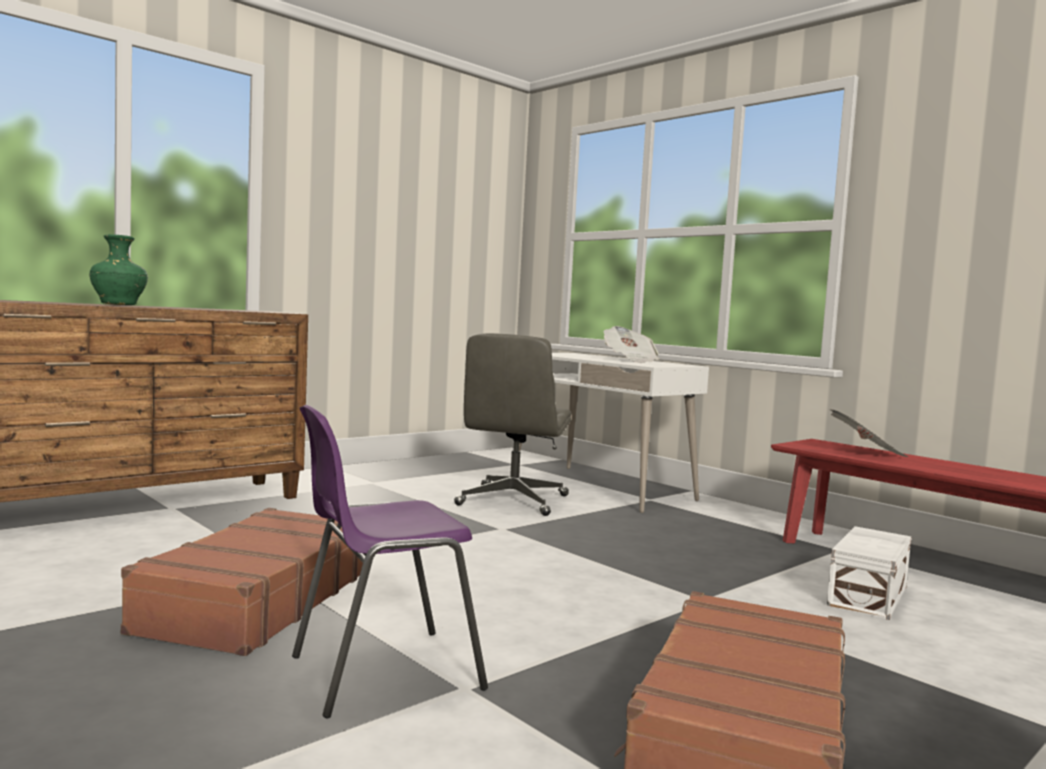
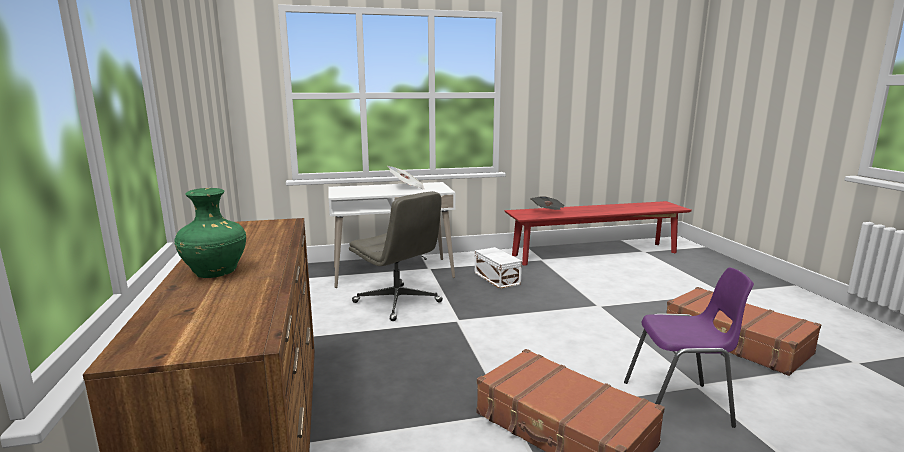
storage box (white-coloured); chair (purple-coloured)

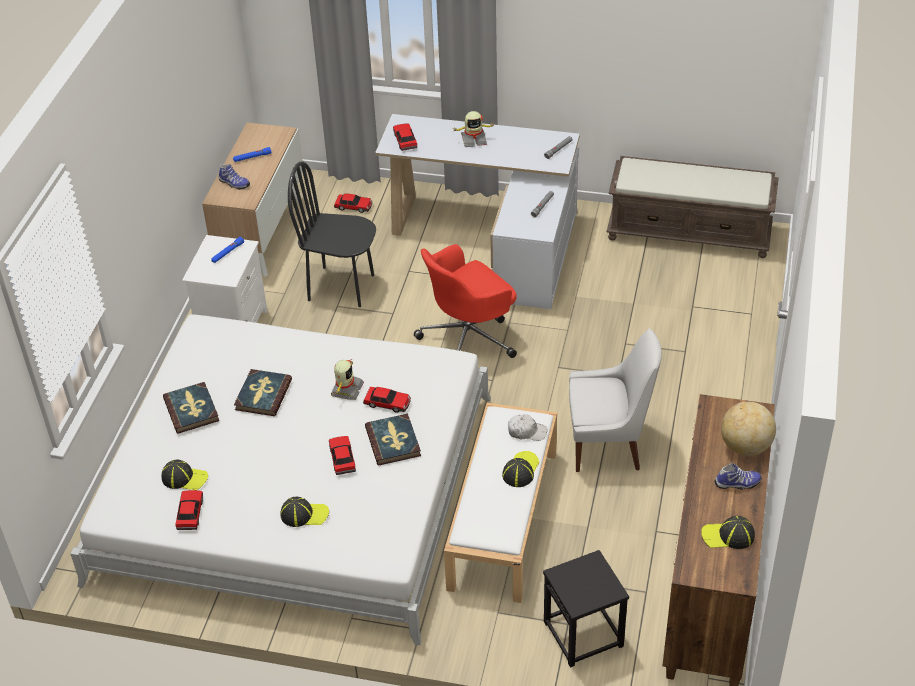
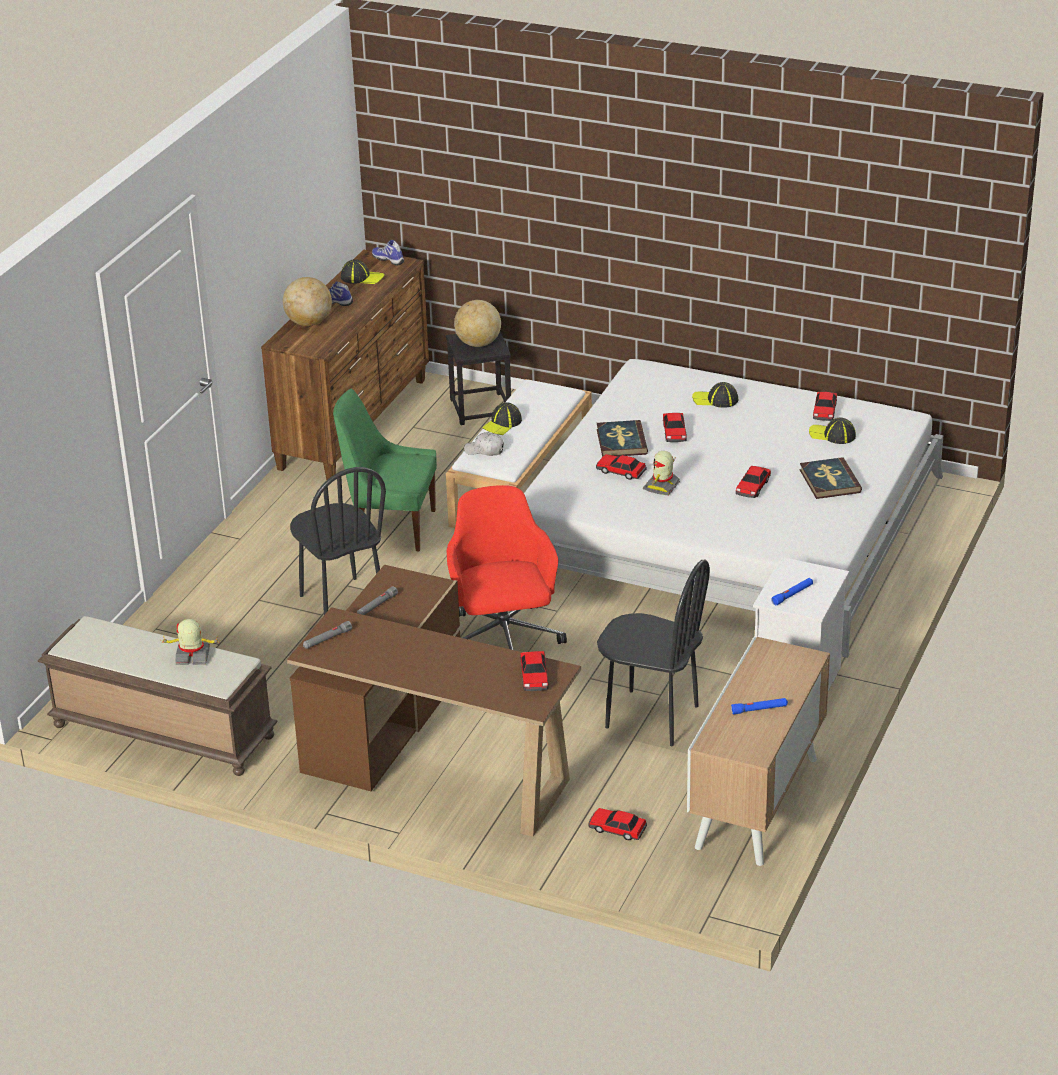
chair (black-coloured) (no. 1 from left); globe (no. 2 from left); item of footwear (no. 2 from left); model robot (no. 1 from left); model car (no. 5 from left); desk unit (brown-coloured); chair (green-coloured); office chair (red-coloured)

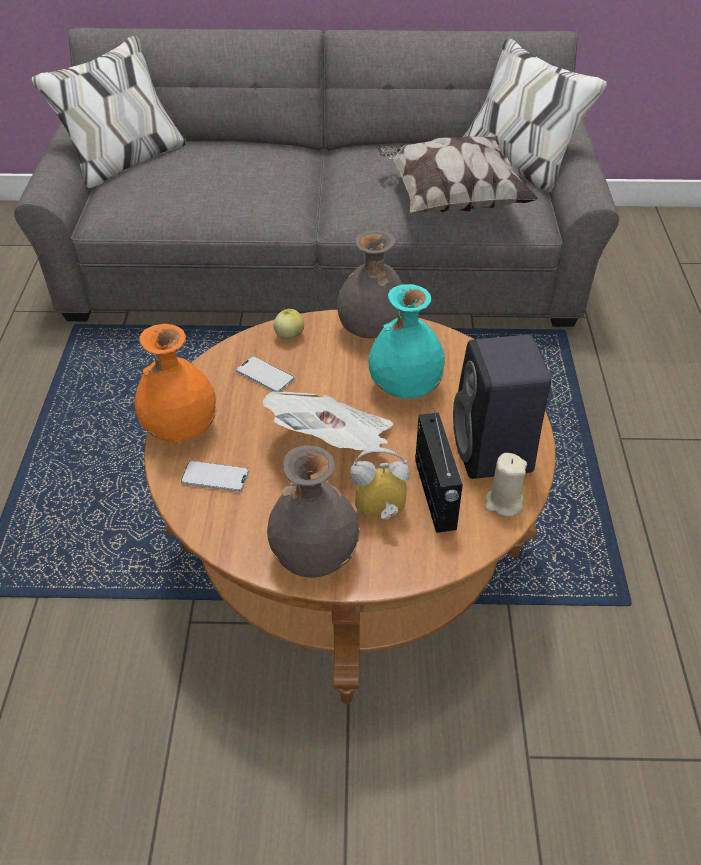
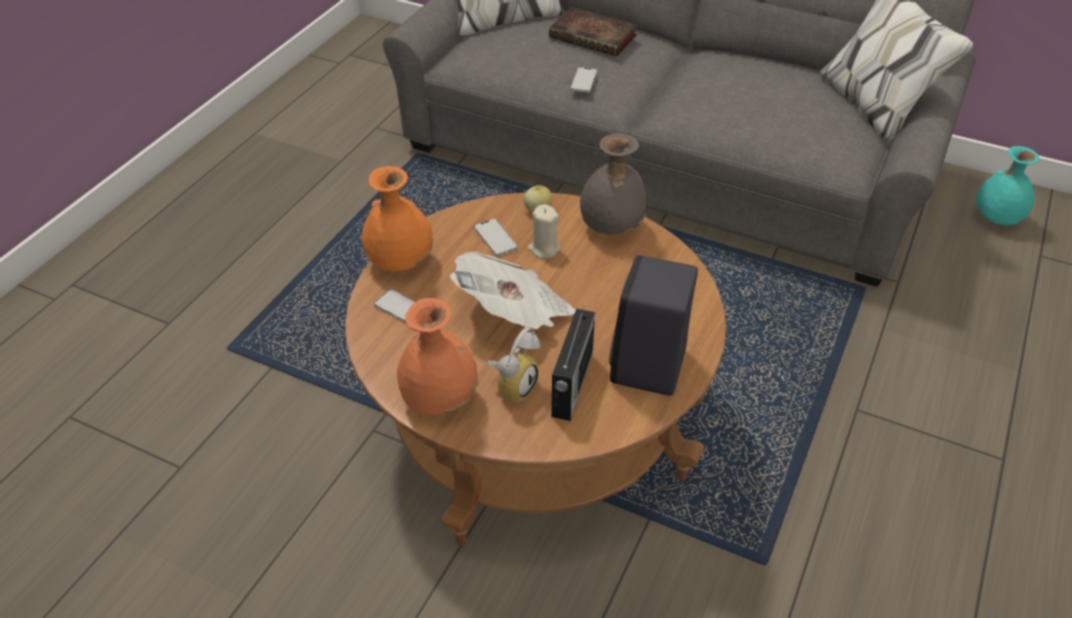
cushion; bound book; handset (no. 3 from left); flower vase (turquoise); wax light (beige); flower vase (orangey) (no. 2 from left); bedside clock

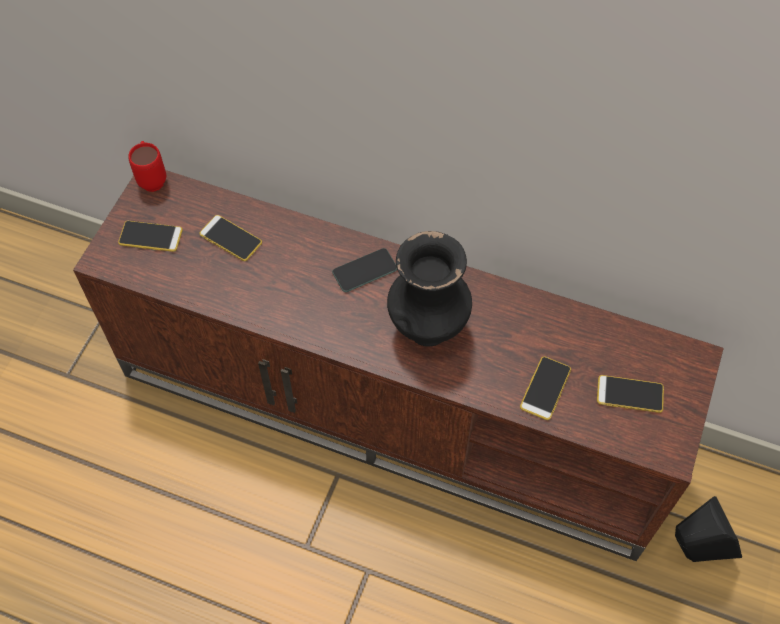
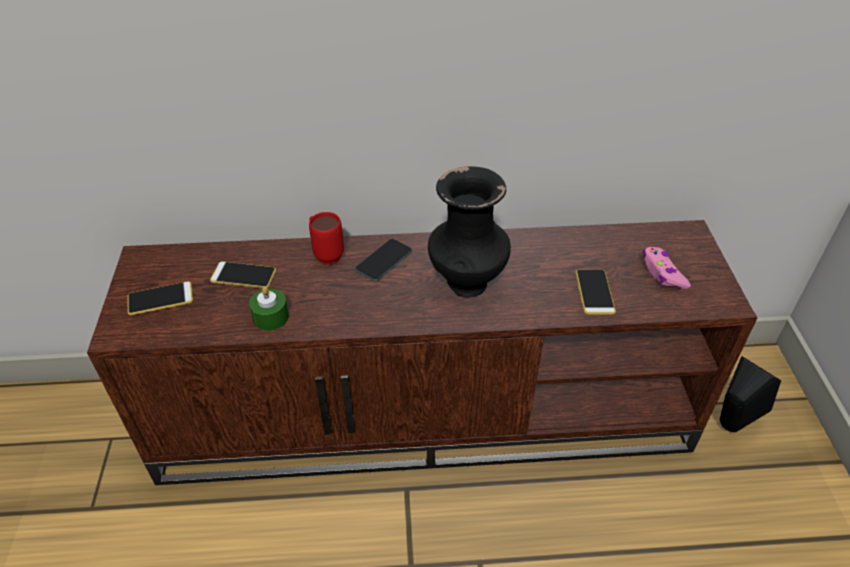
wax light (green-coloured); coffee mug (red-coloured); gamepad (pink)

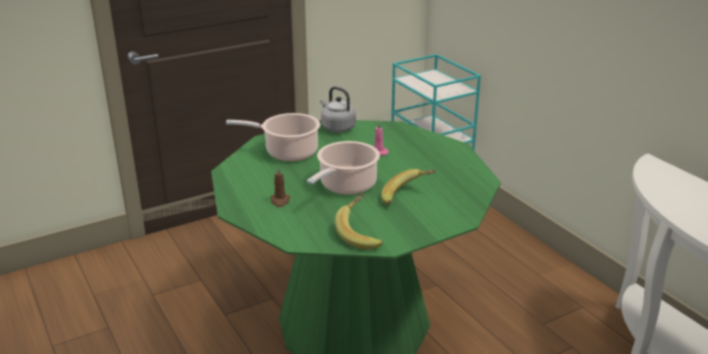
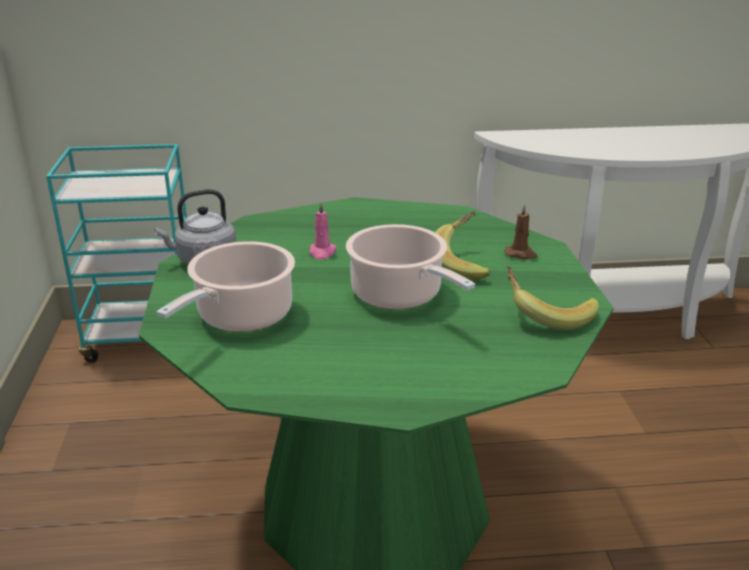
wax light (brown-coloured)

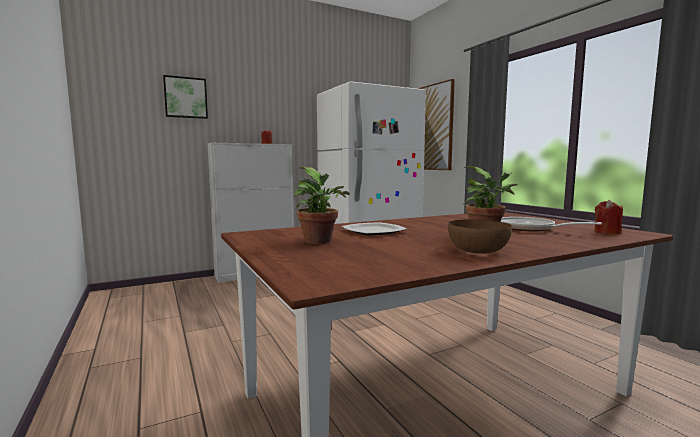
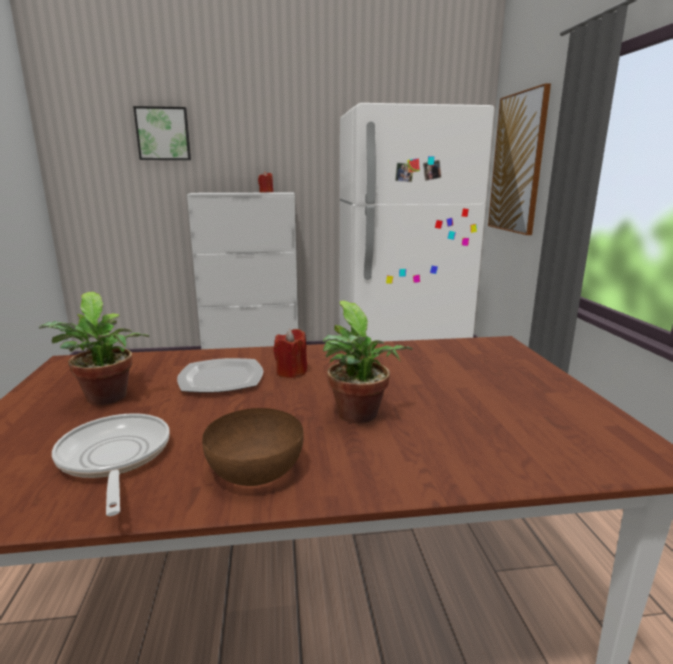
frying pan; wax light (red-coloured) (no. 2 from left)

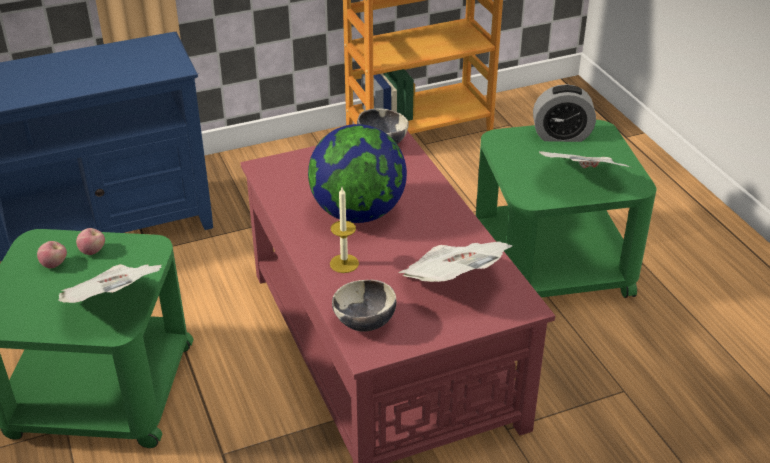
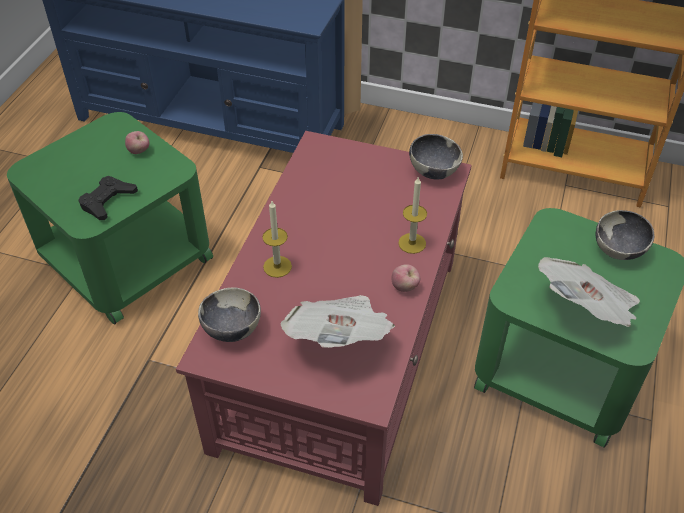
globe; wax light (no. 2 from left); whole apple (no. 2 from left); gamepad (black-coloured); serving bowl (no. 3 from left)

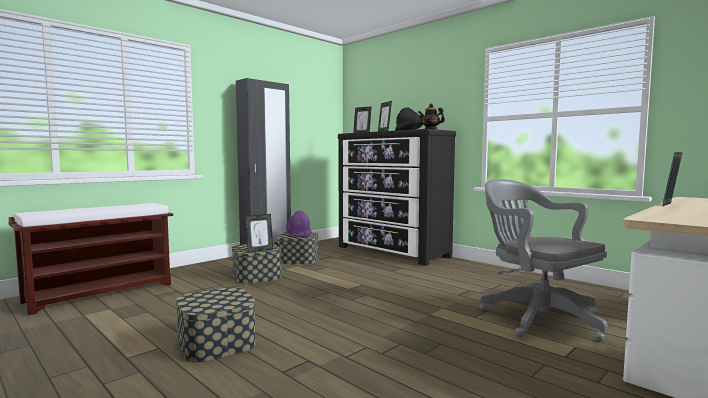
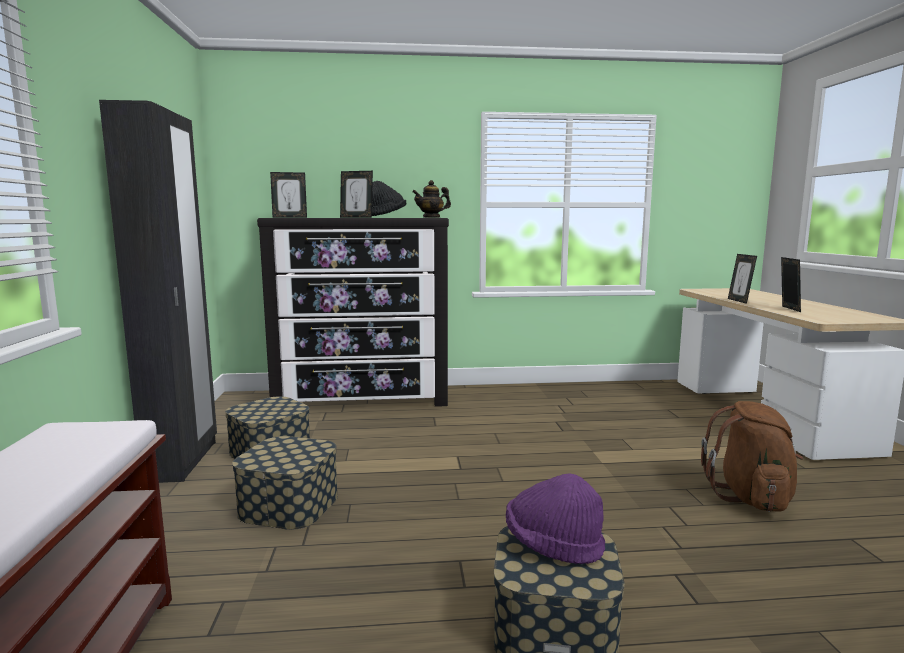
office chair (greyish); knapsack (brown-coloured); standing frame (no. 4 from left); clothing hat (purple-coloured)

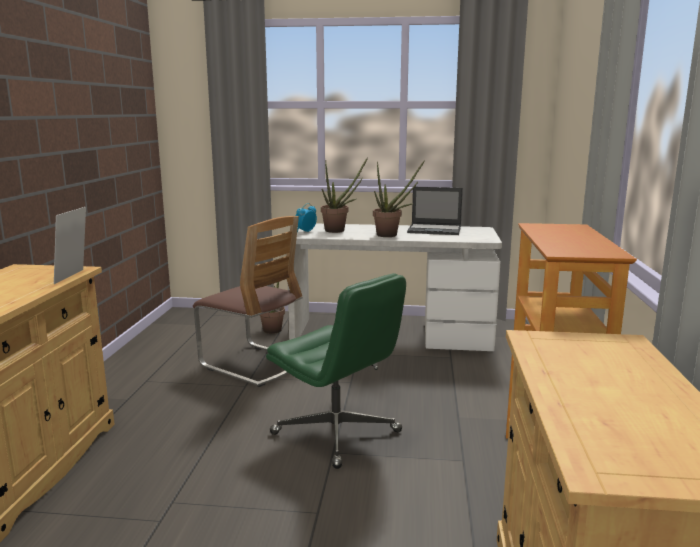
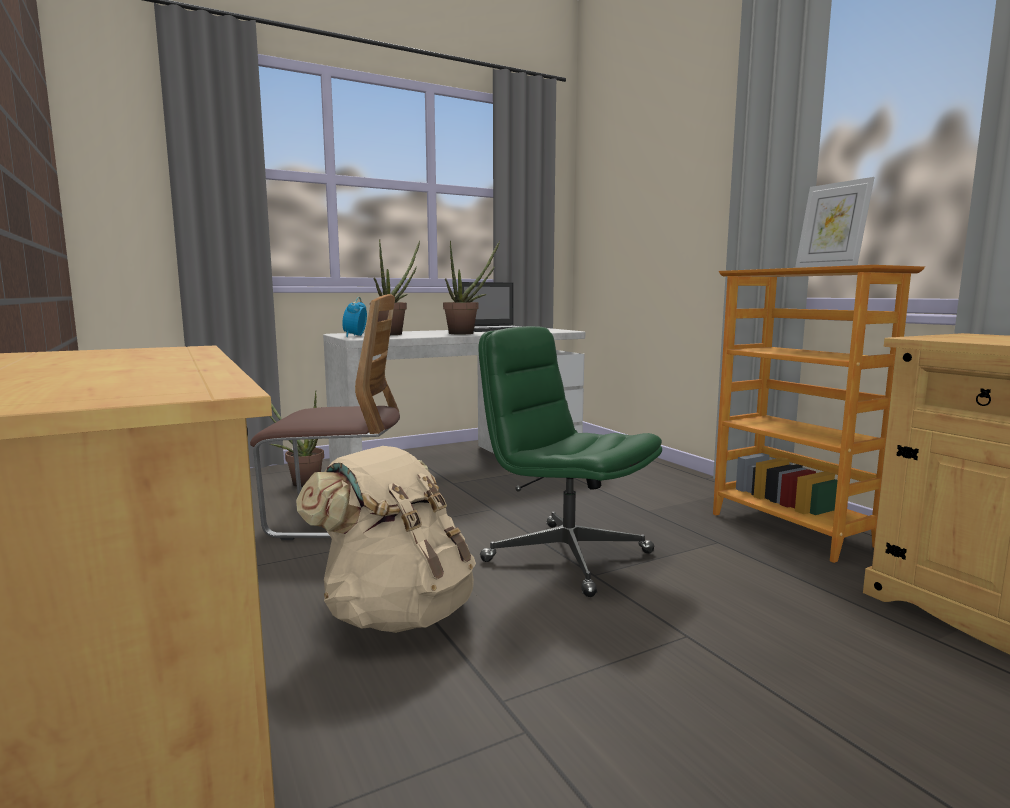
knapsack (beige); standing frame; office chair (green-coloured)

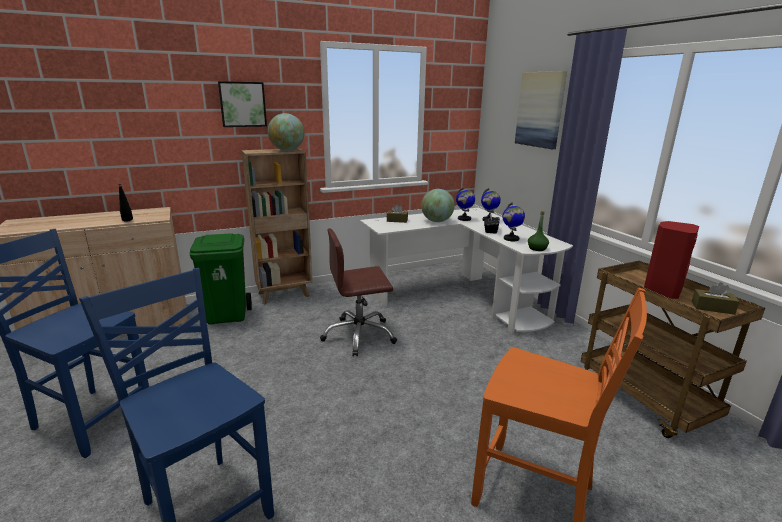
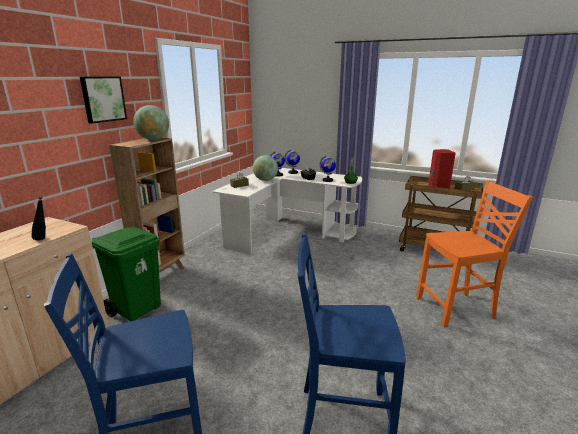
office chair (brown-coloured); wall picture (no. 2 from left in the first image)

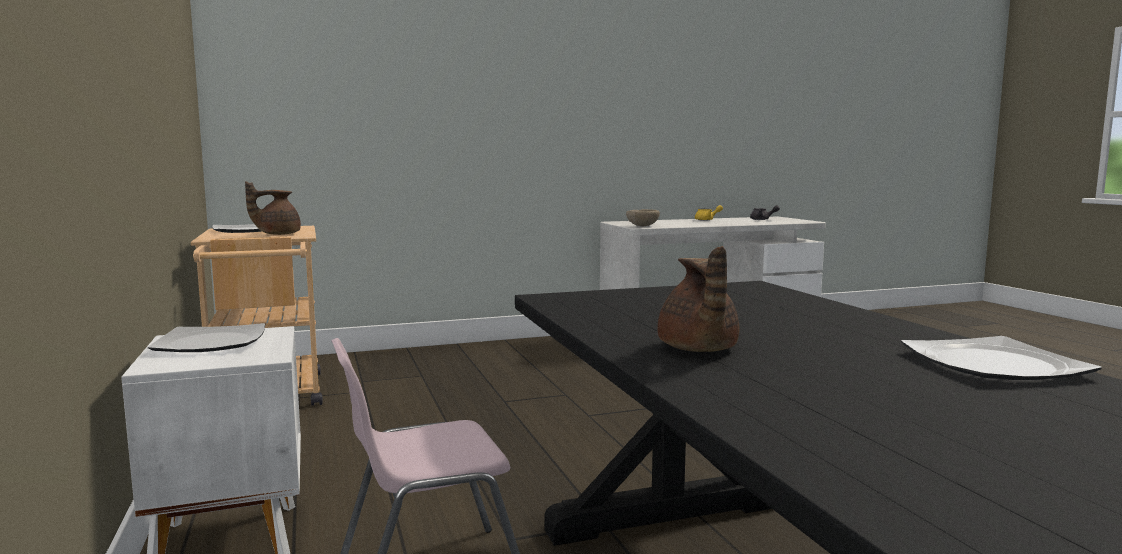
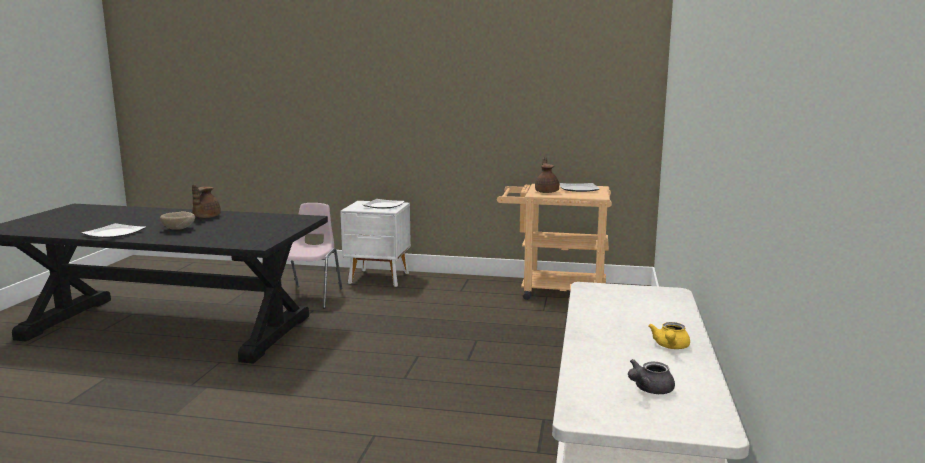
serving bowl (beige); pot for tea (brown-coloured) (no. 1 from left)

